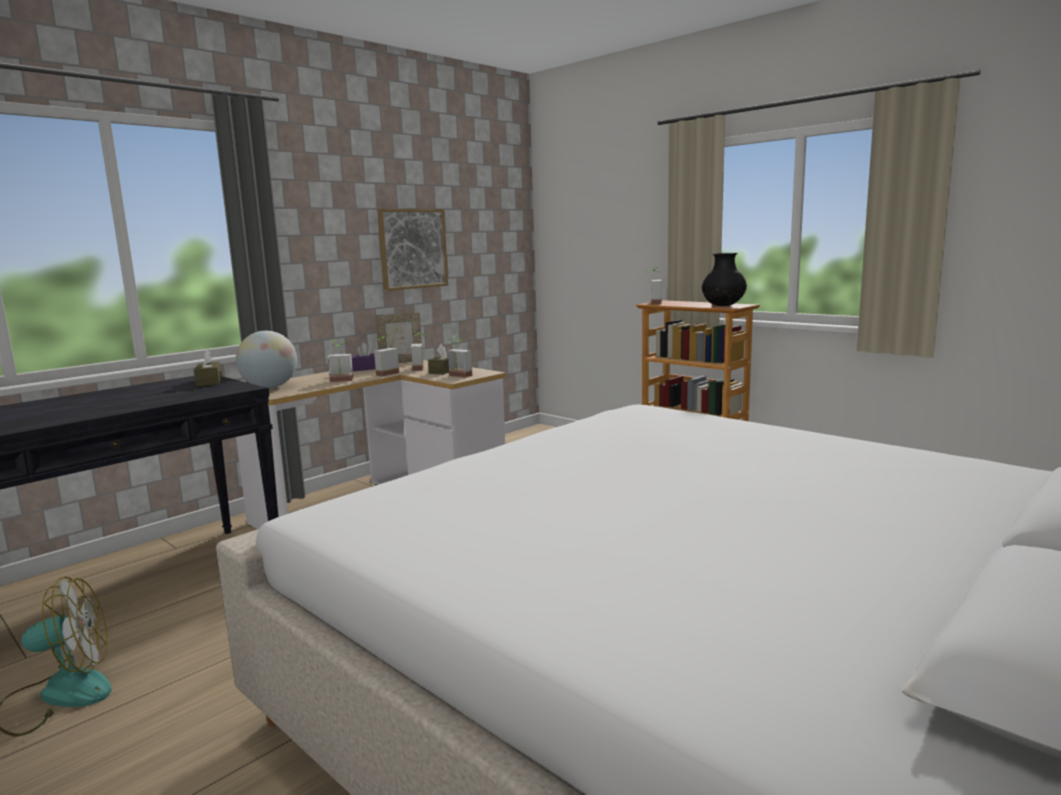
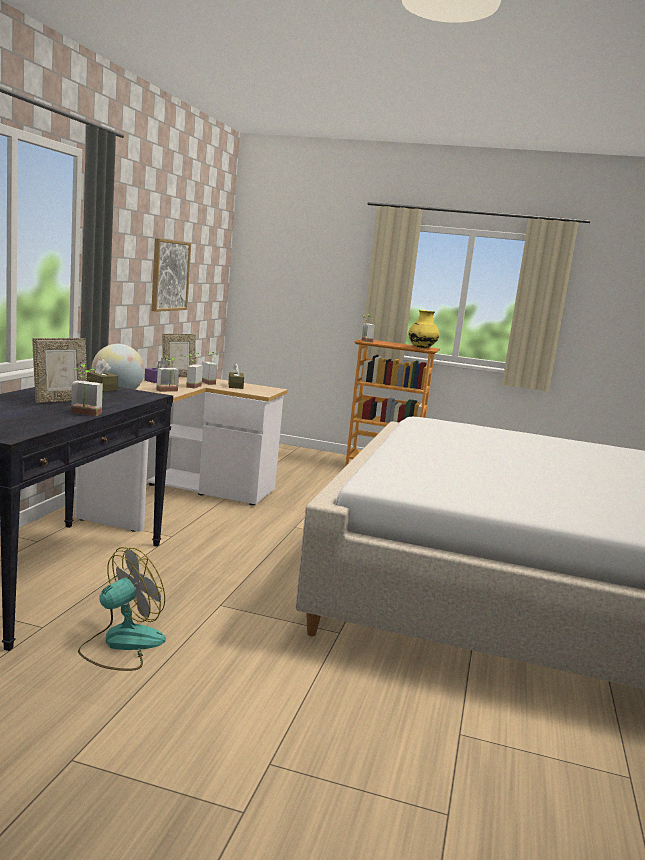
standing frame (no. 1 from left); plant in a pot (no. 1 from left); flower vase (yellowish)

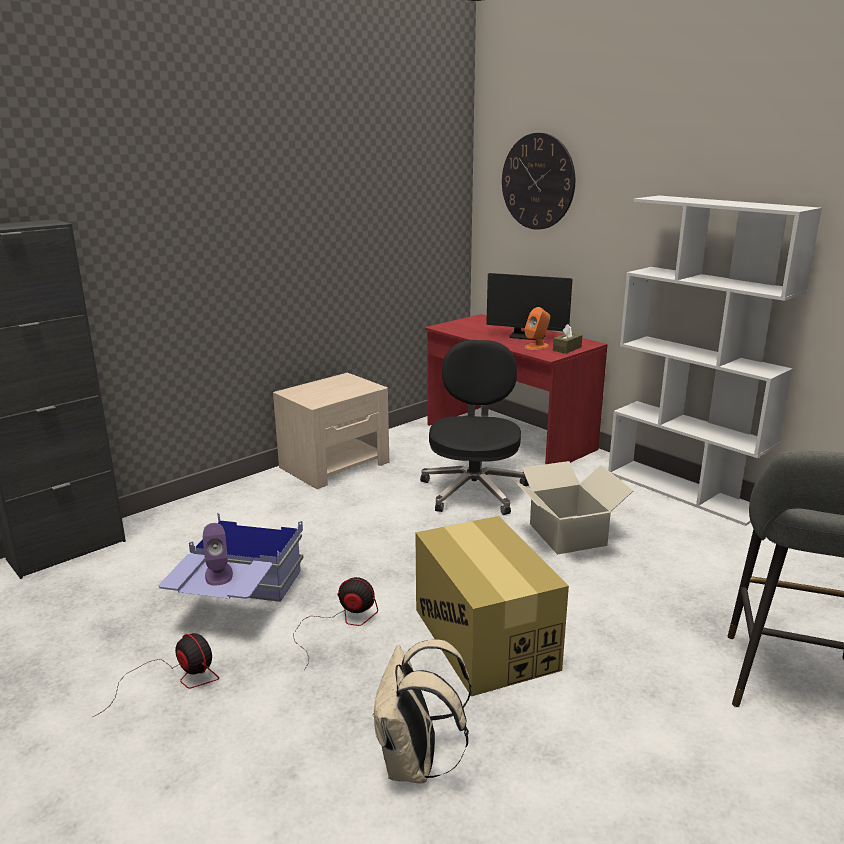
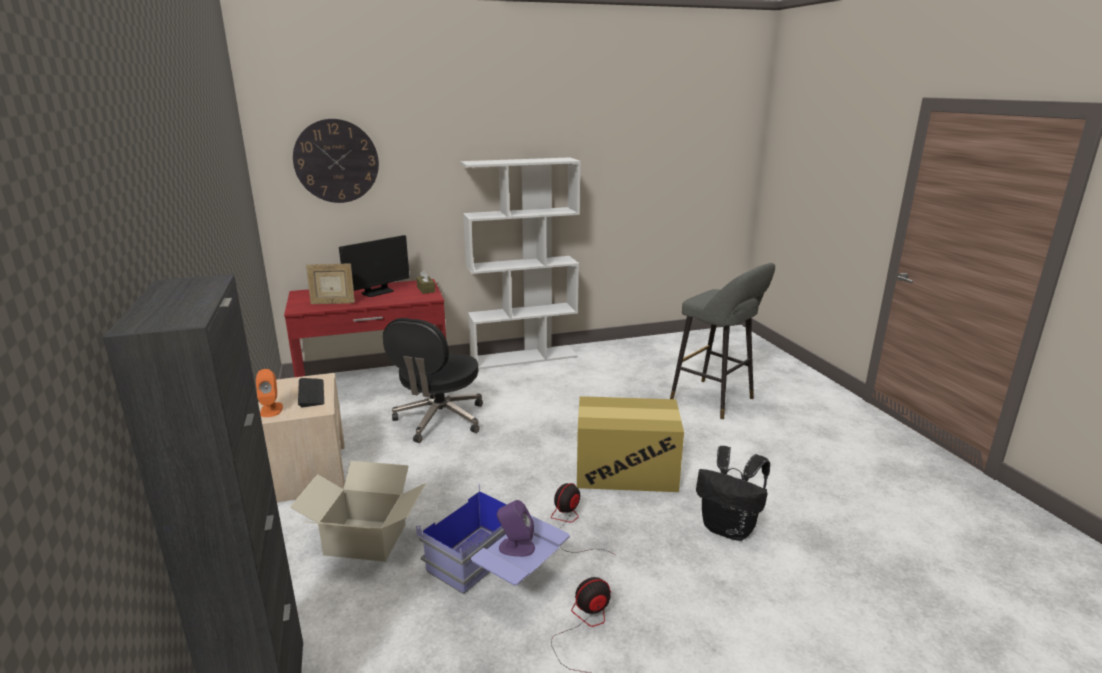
PC keyboard; standing frame; packing box (no. 1 from left); audio speaker (orangey); knapsack (black-coloured); office chair (black-coloured)

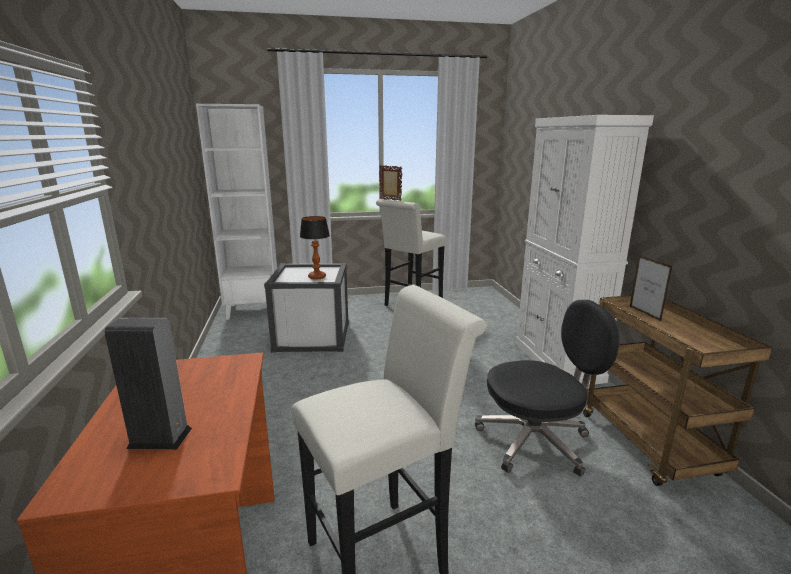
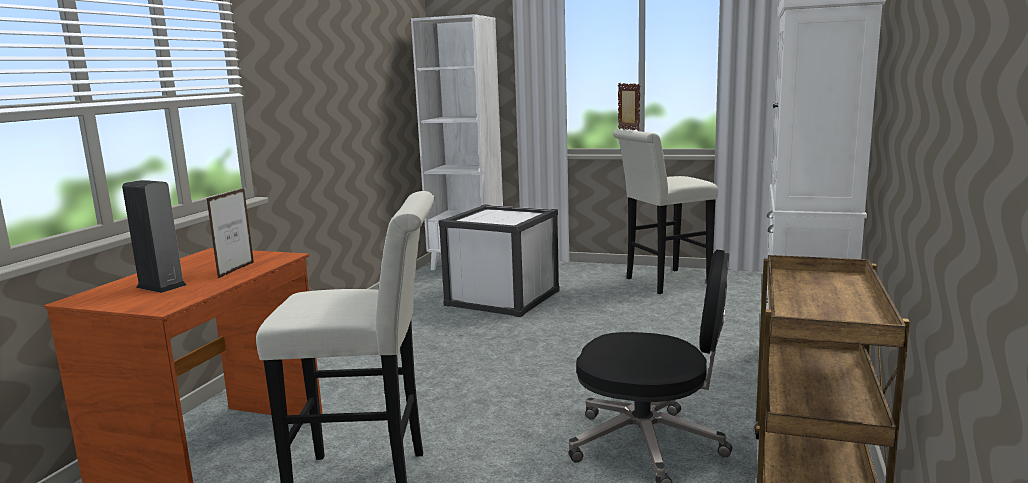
lamp for a table; standing frame (no. 1 from left)

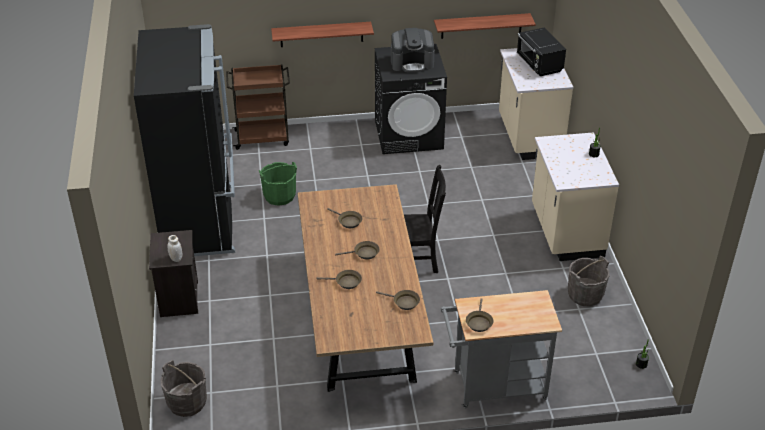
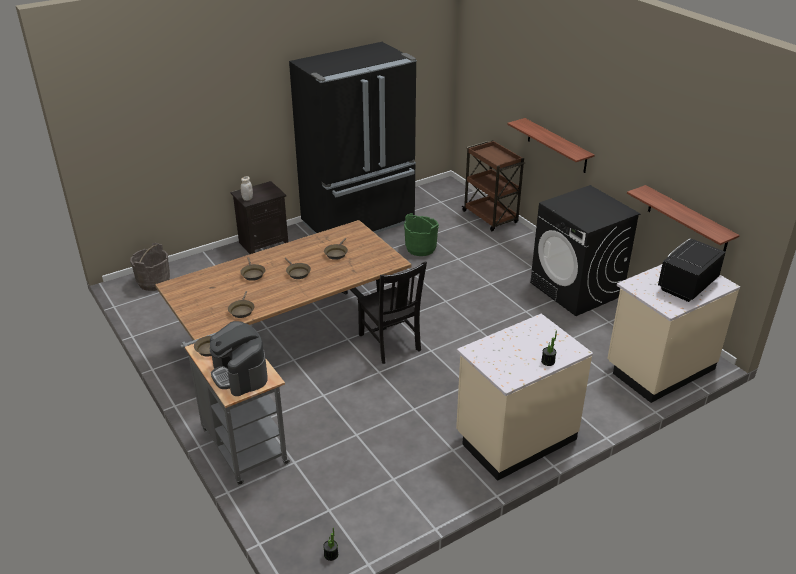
water bucket (greyish) (no. 2 from left in the first image); coffee brewer

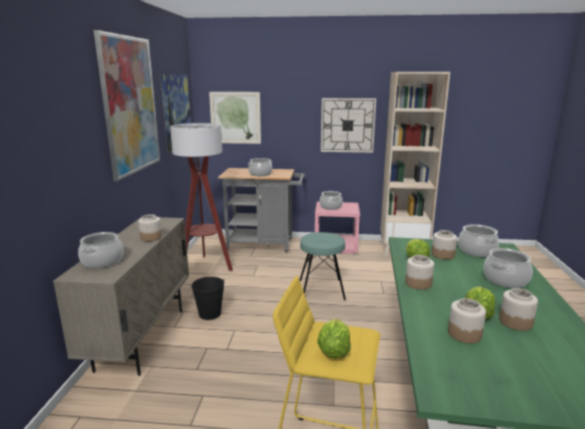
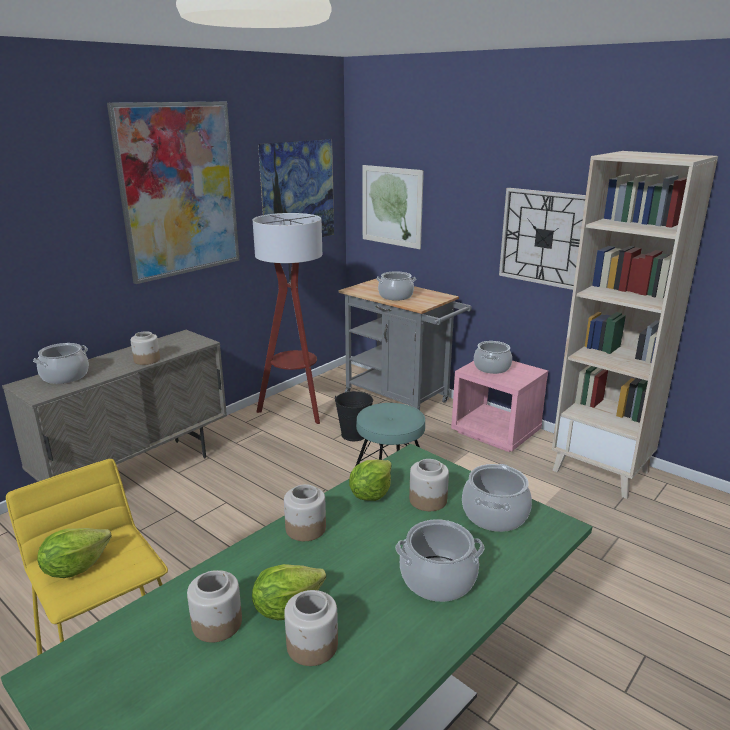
water bucket (black-coloured)

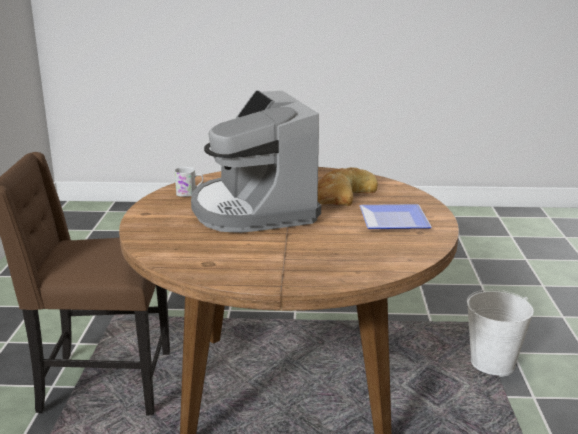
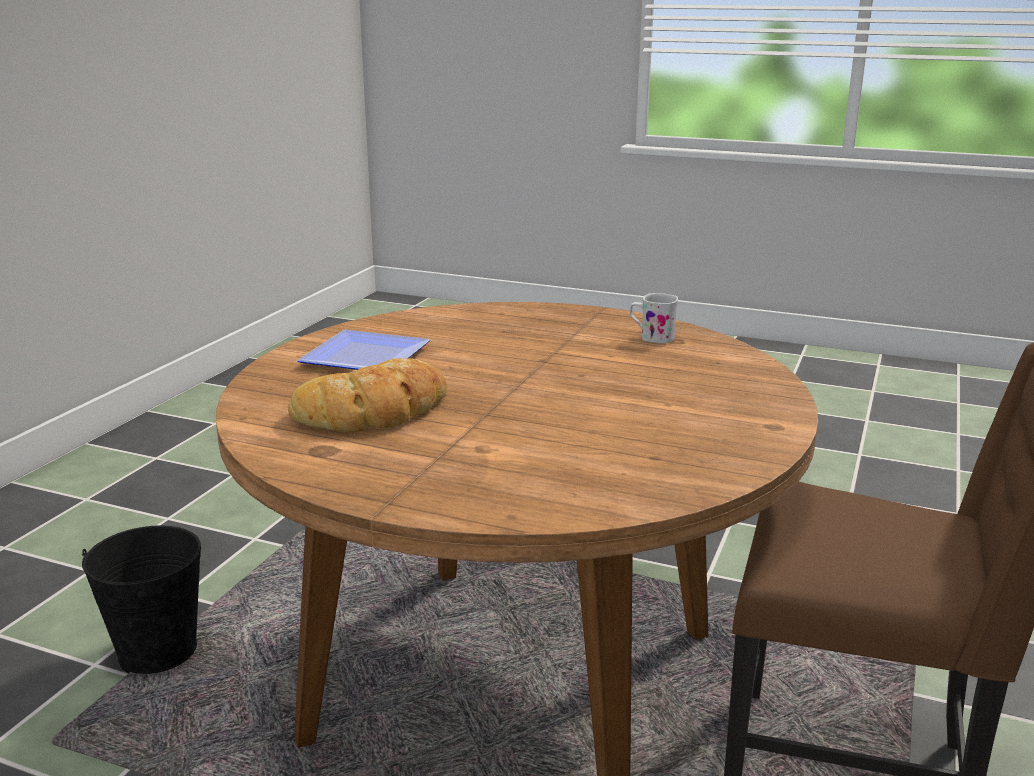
coffee brewer; coffee mug (white-coloured); water bucket (black-coloured)

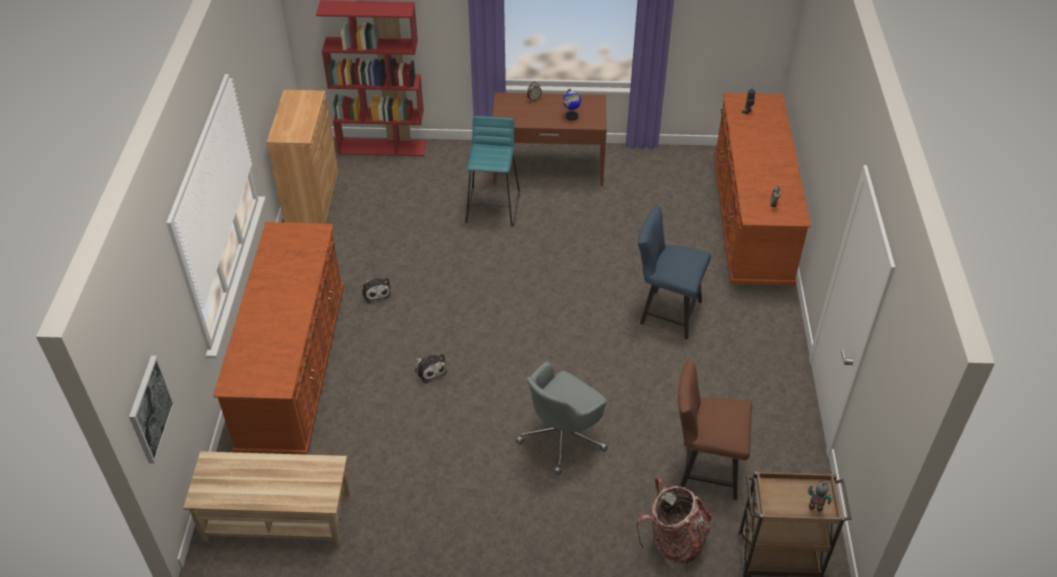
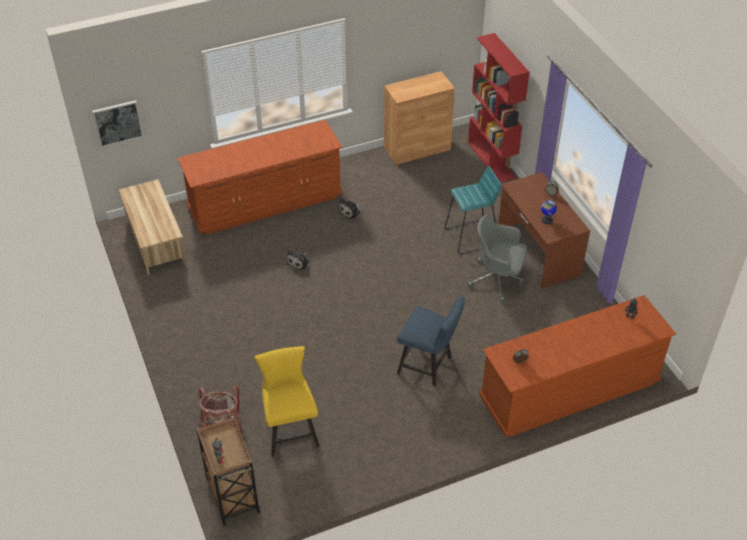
office chair (greyish); chair (yellowish); chair (bluish)

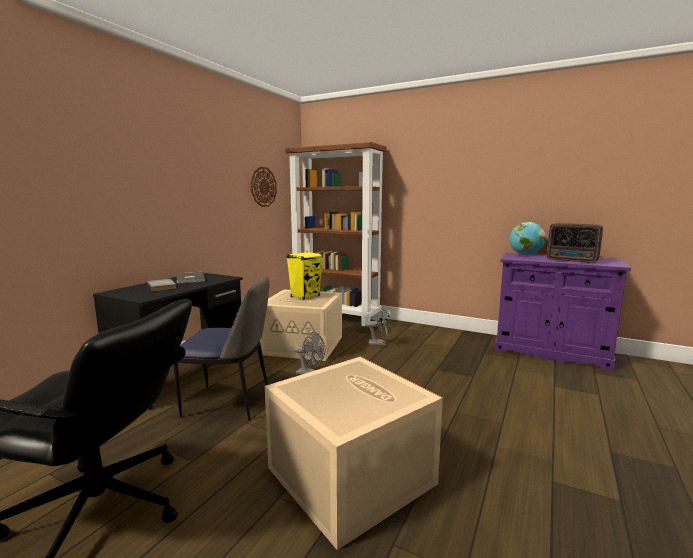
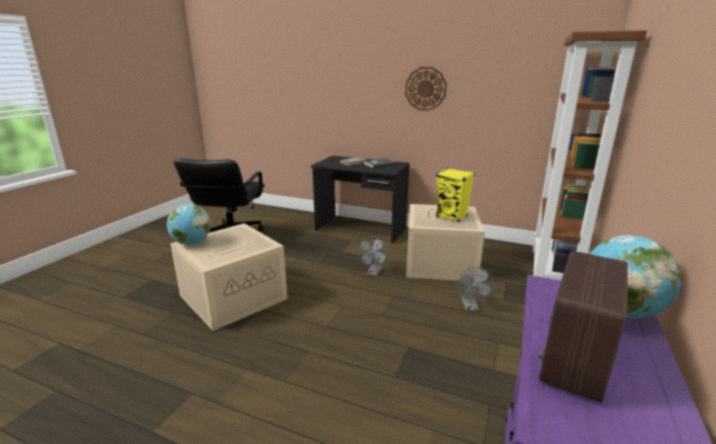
chair; globe (no. 1 from left); hanging clock

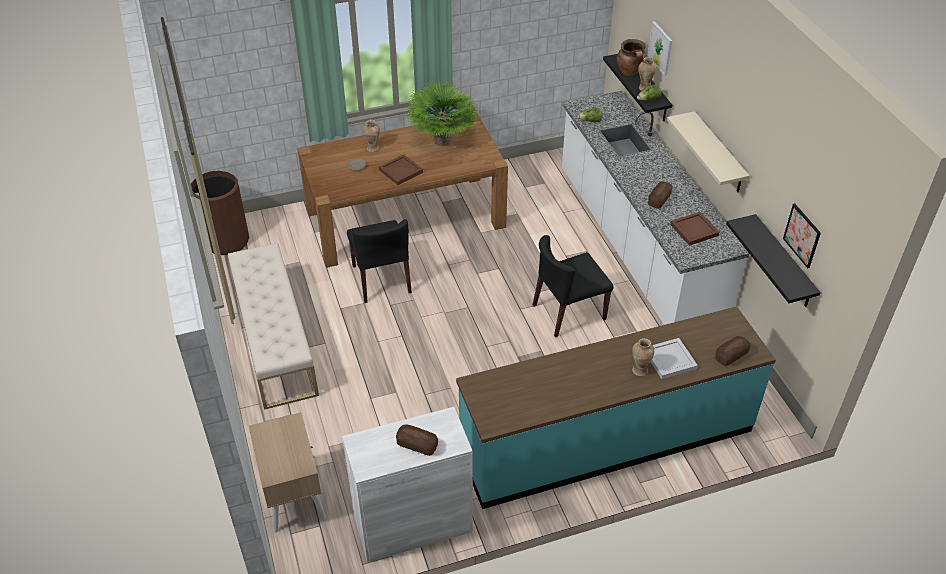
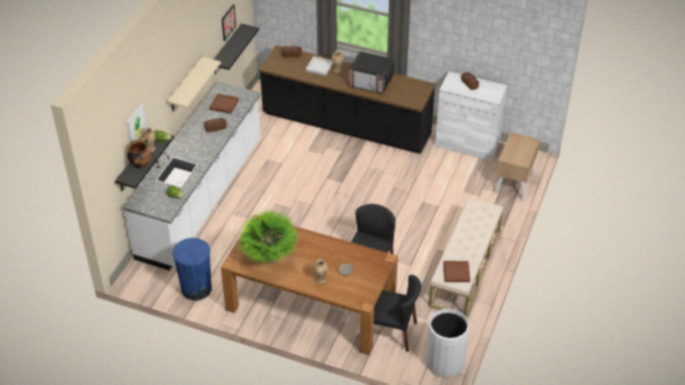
rubbish bin (bluish); microwave; tray (brown-coloured) (no. 2 from left); chair (black-coloured) (no. 2 from left); rubbish bin (white-coloured); kitchen base unit (black-coloured)

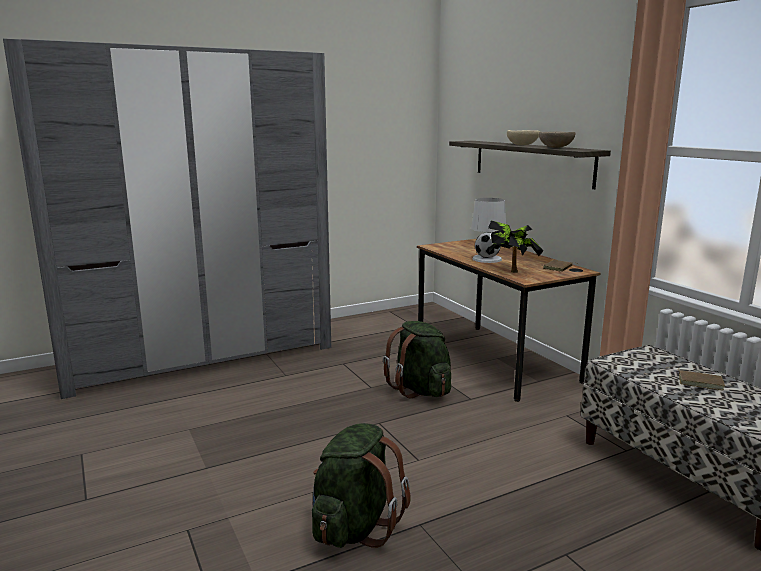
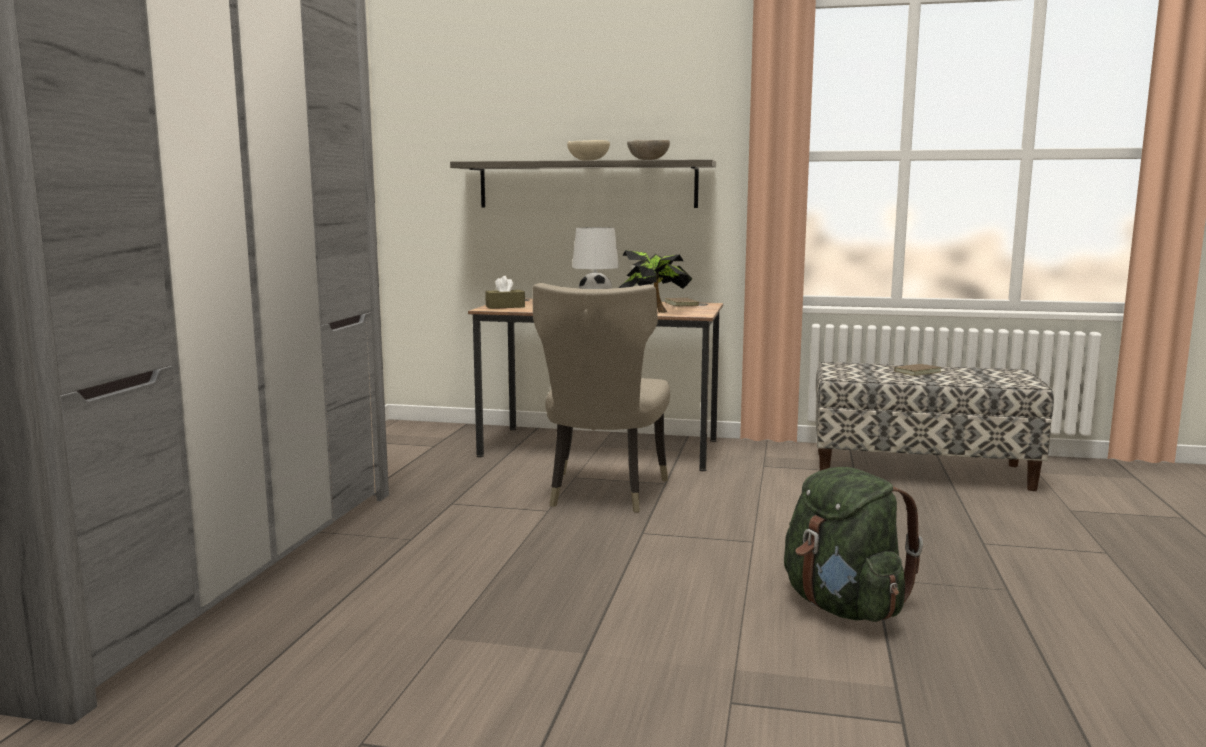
box of tissues (brown-coloured); chair (beige)

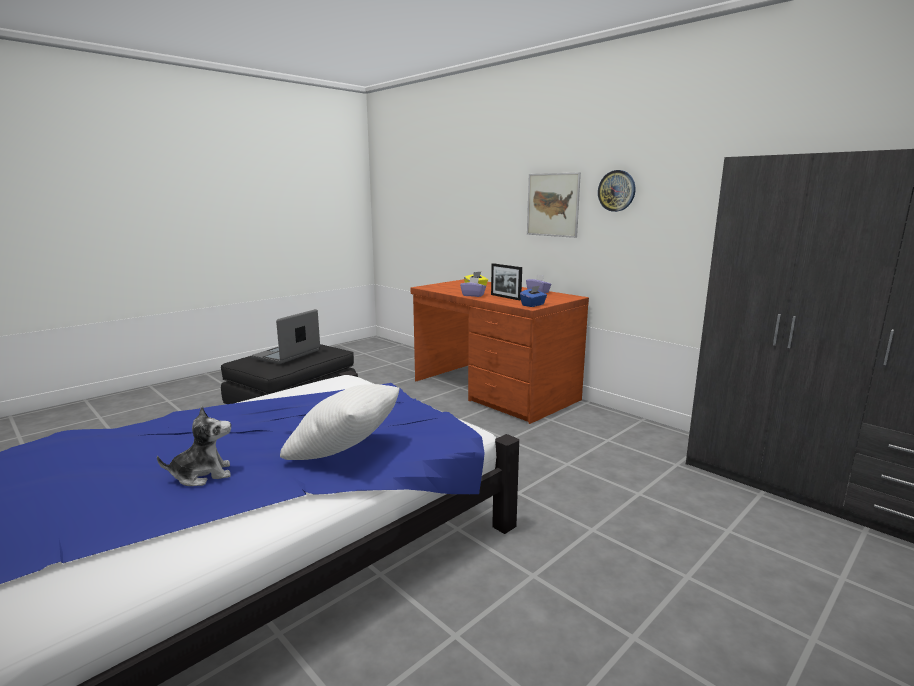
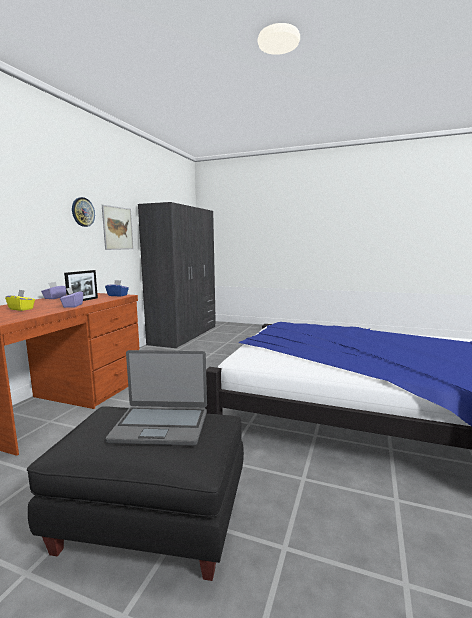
plush toy; cushion (white-coloured); wall picture

